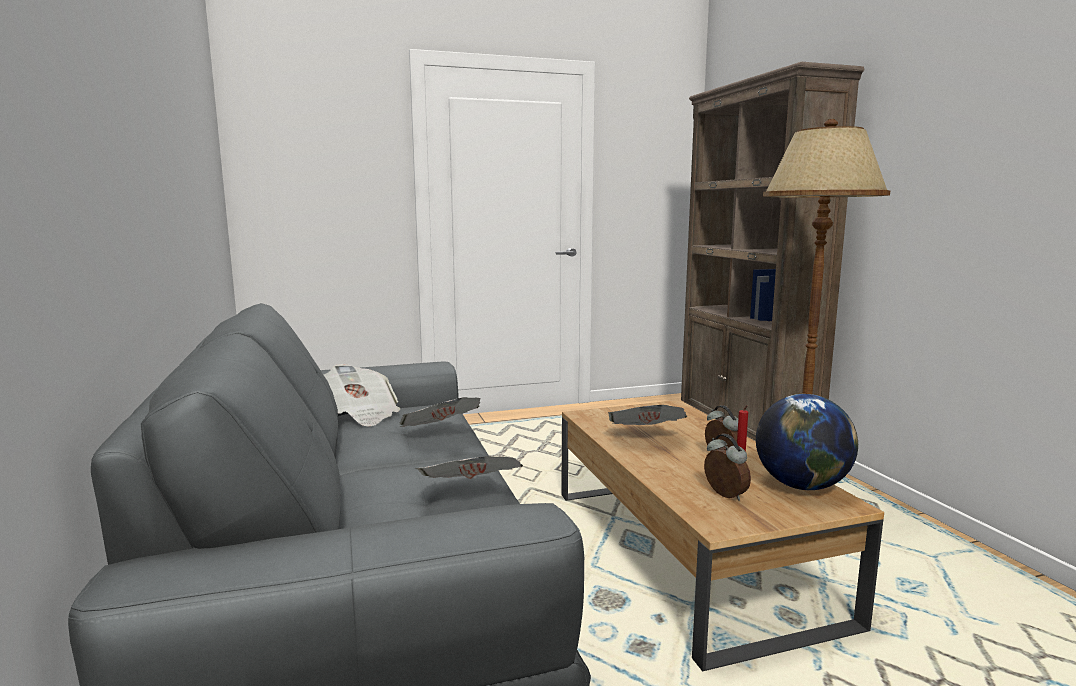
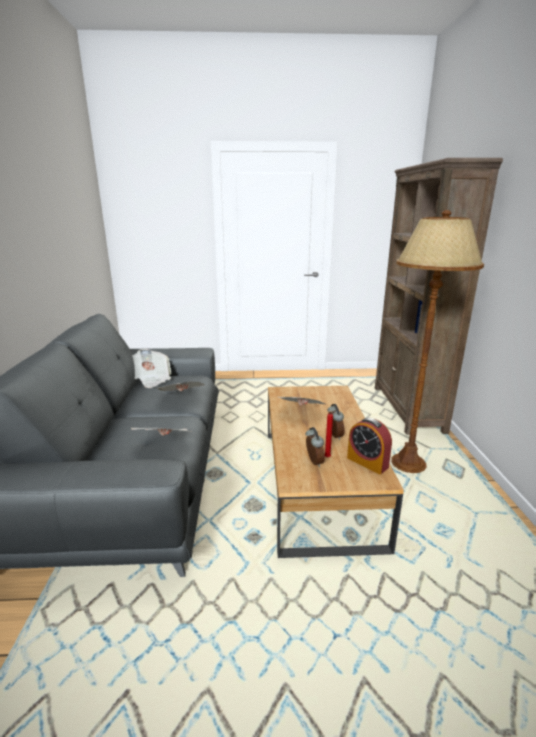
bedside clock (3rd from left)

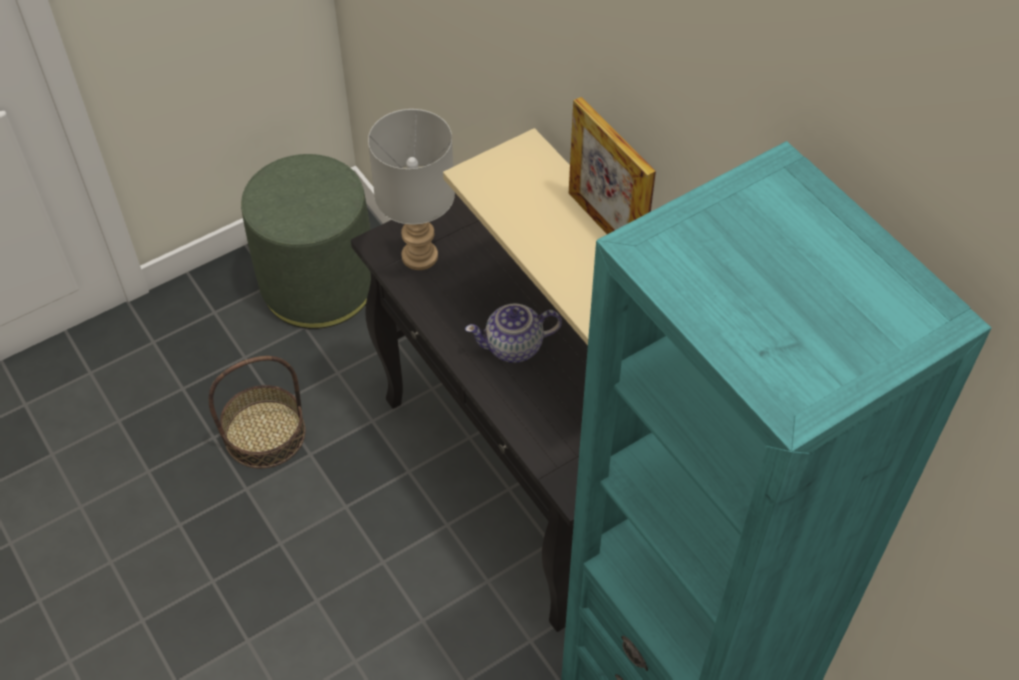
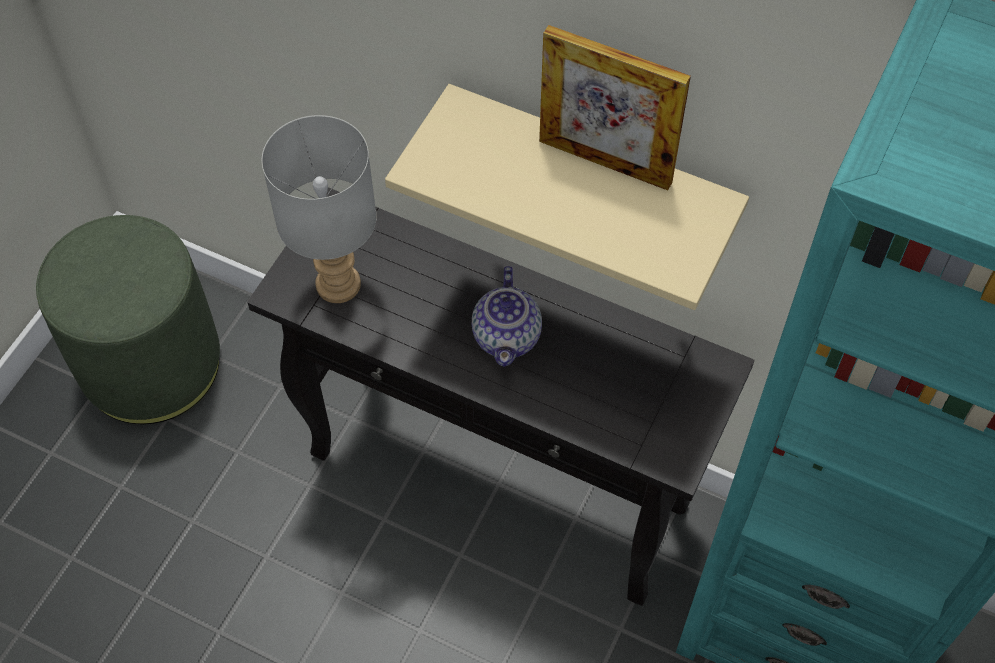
basket
pot for tea

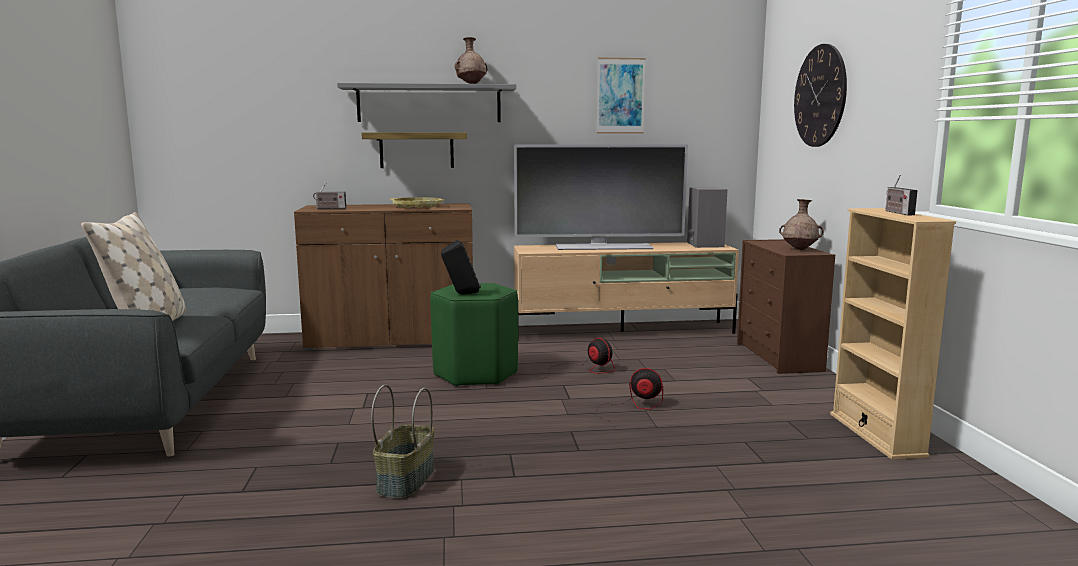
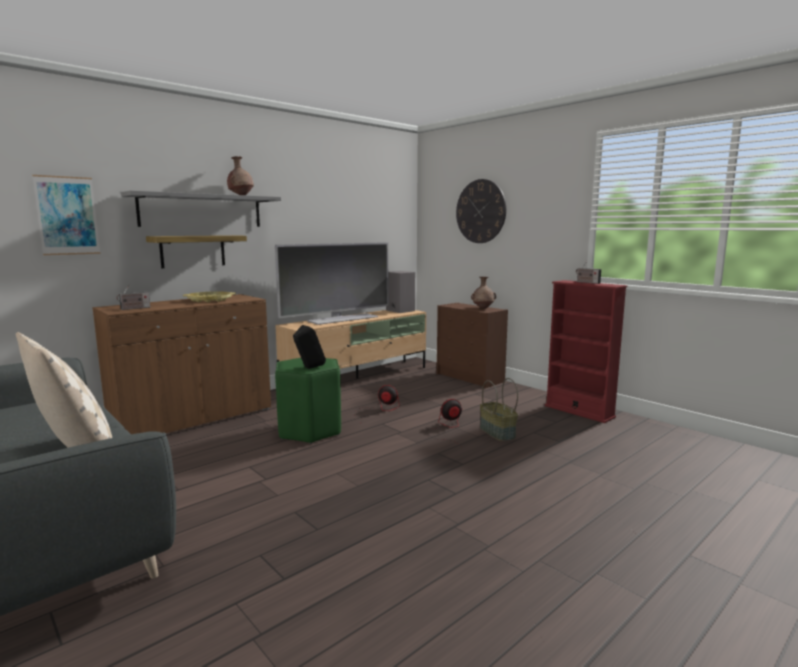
basket
picture
bookshelf (reddish)

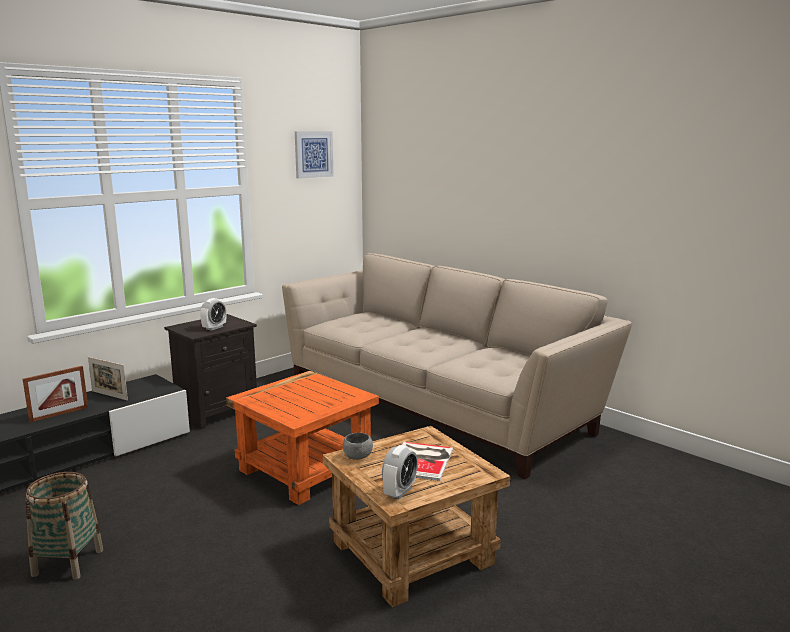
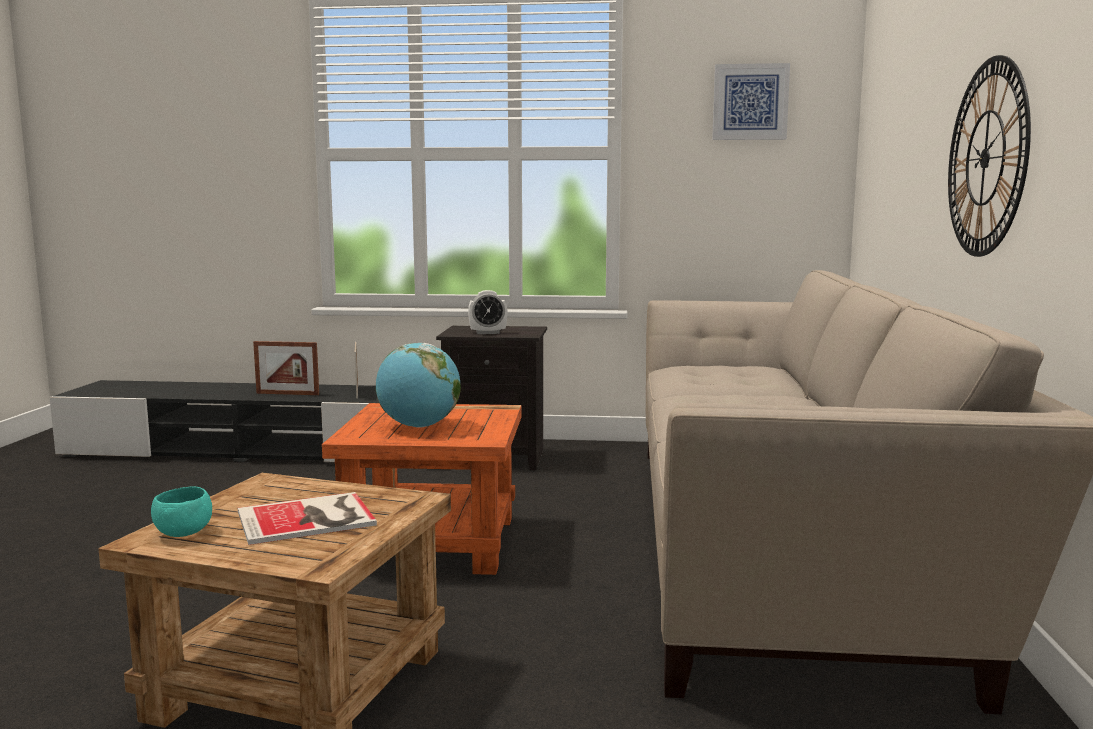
basket
bowl (greyish)
globe
clock on the wall
bowl (turquoise-coloured)

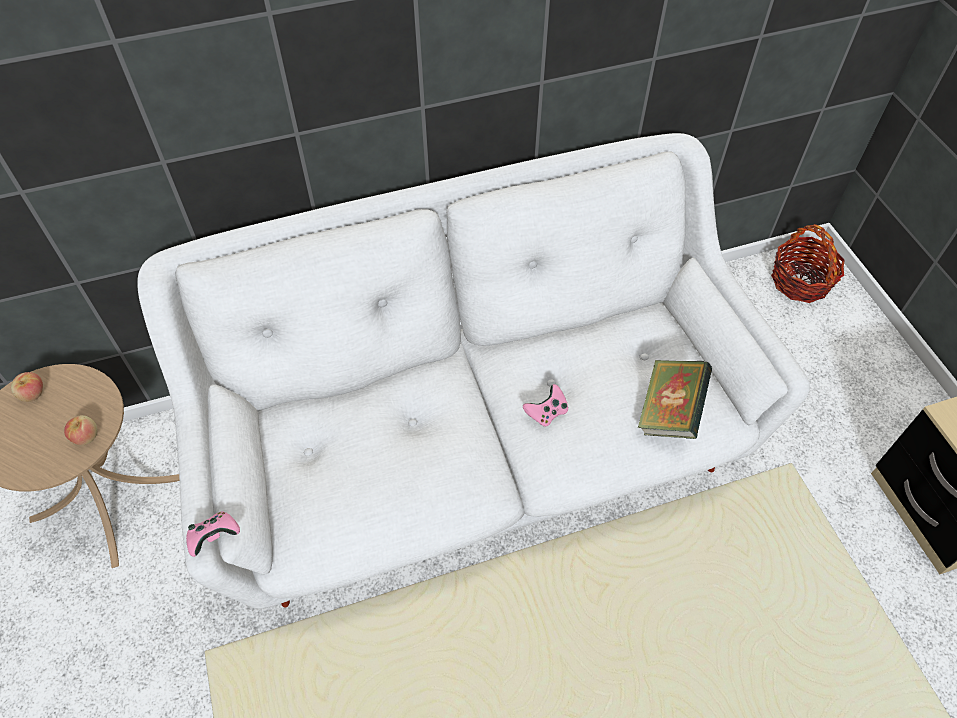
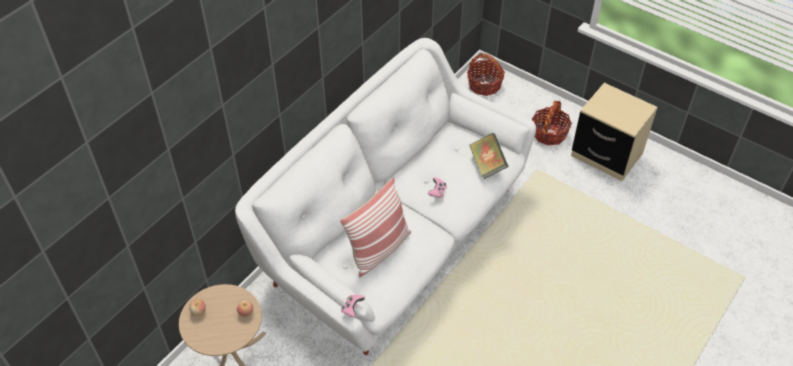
pillow
basket (2nd from left)

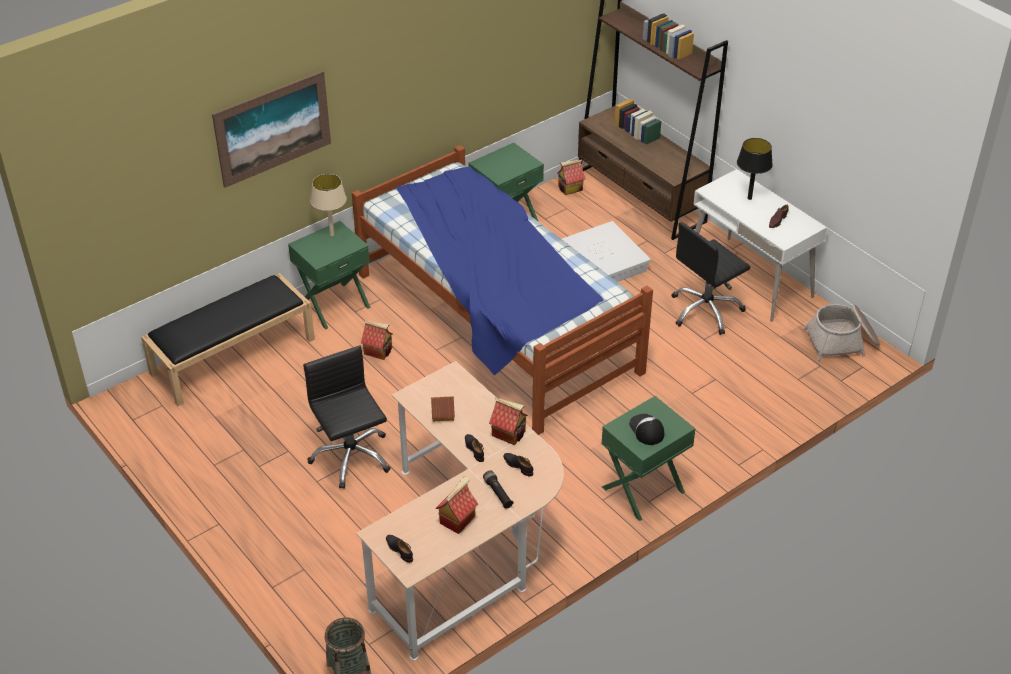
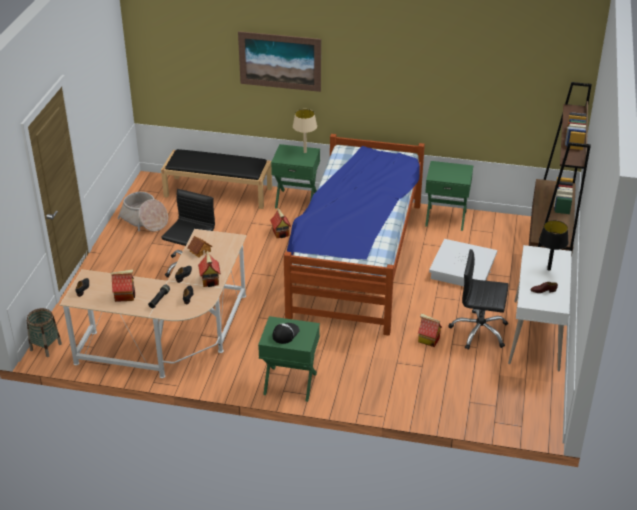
miniature house (5th from left)
basket (2nd from left)

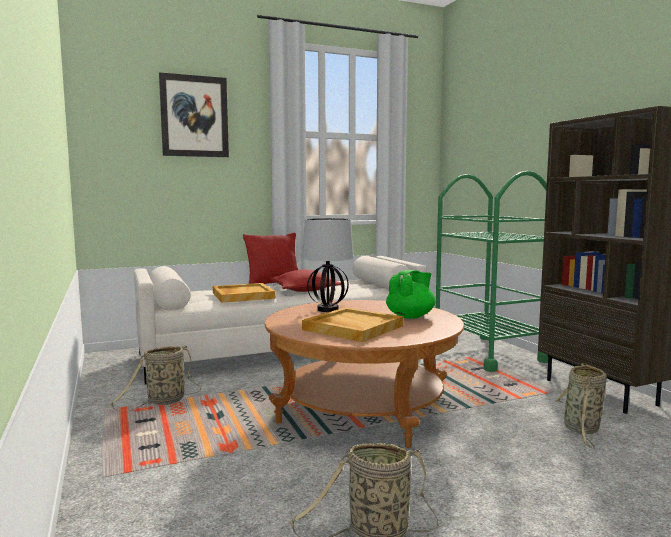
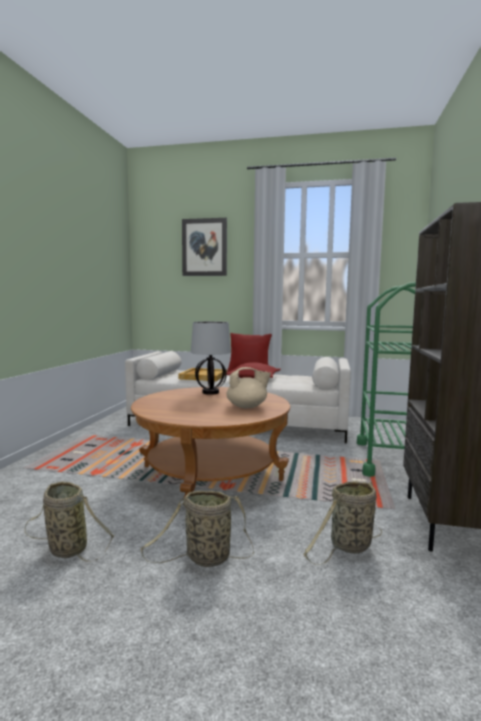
serving tray (beige) (2nd from left in the first image)
basket (2nd from left)
pot for tea (beige)

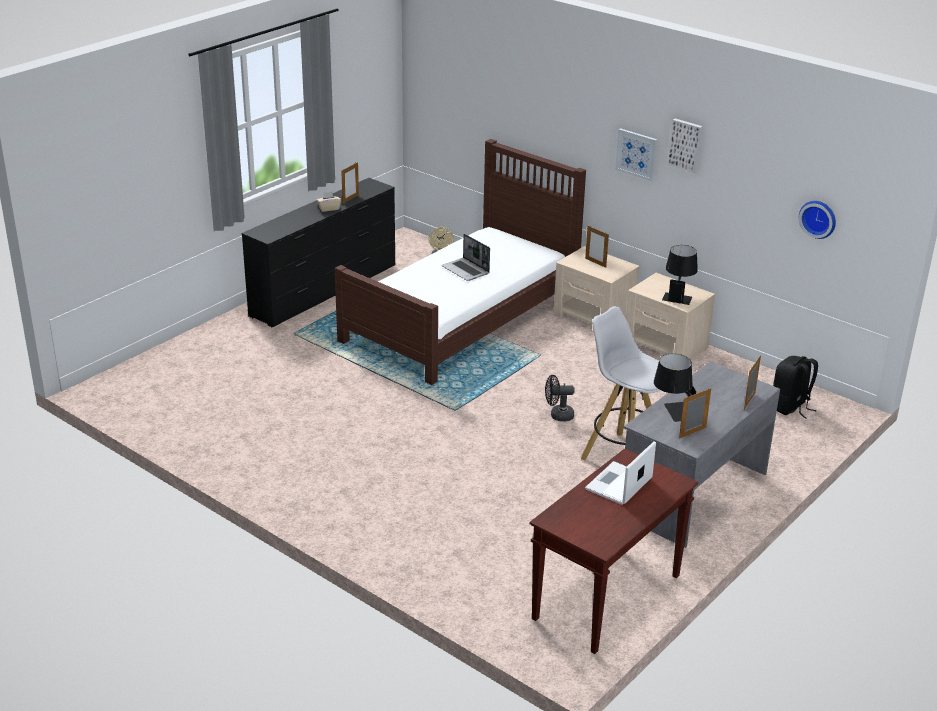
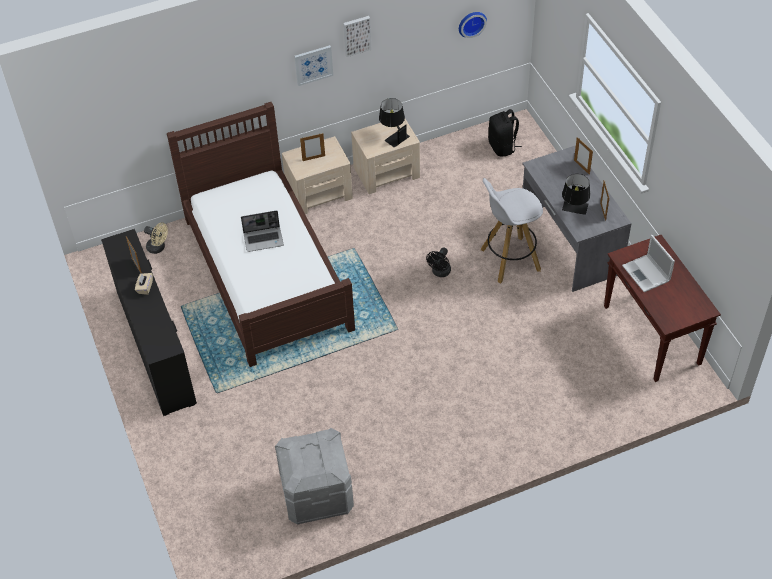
storage container (greyish)

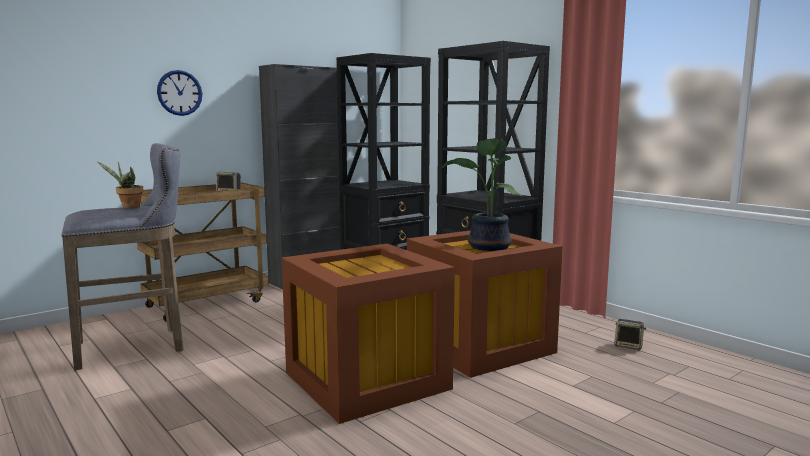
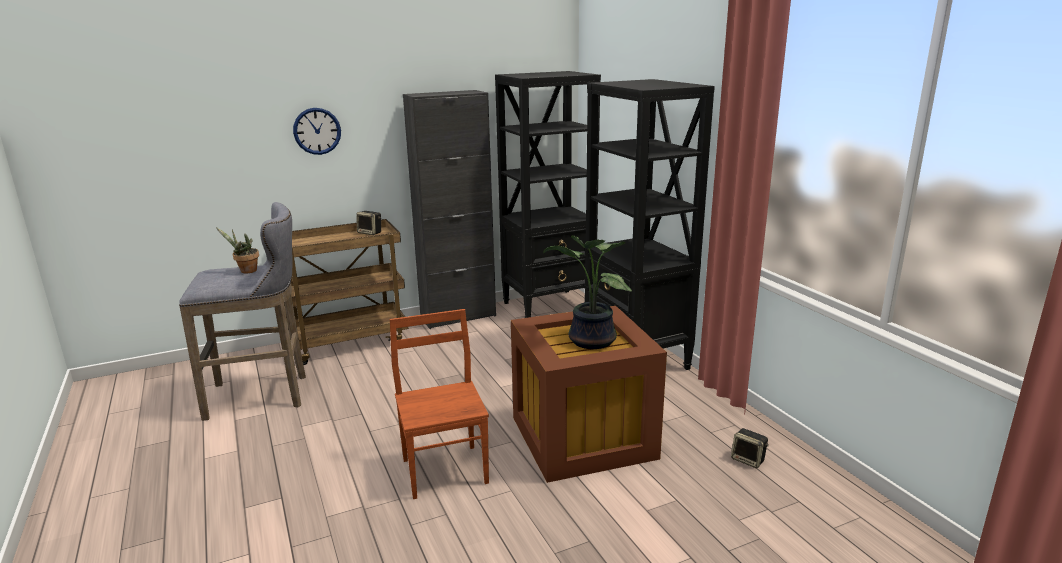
upright chair (brown)

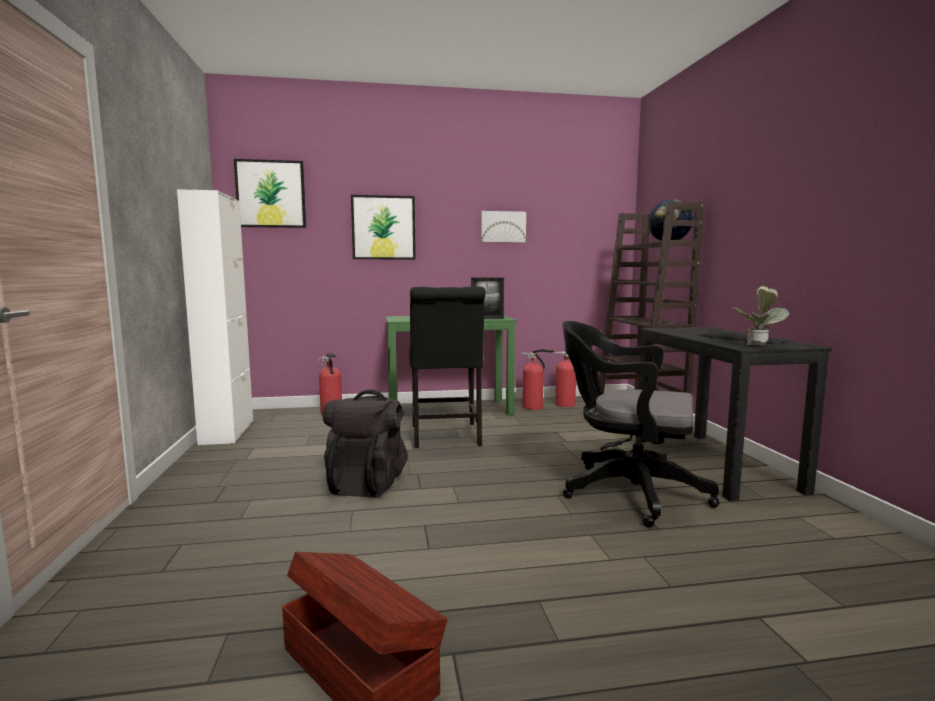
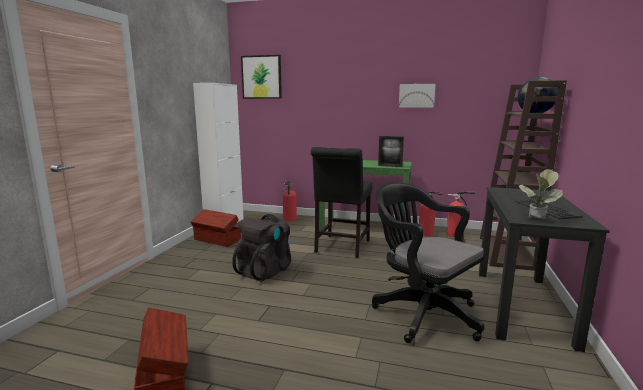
picture (2nd from left in the first image)
storage container (brown) (2nd from left)

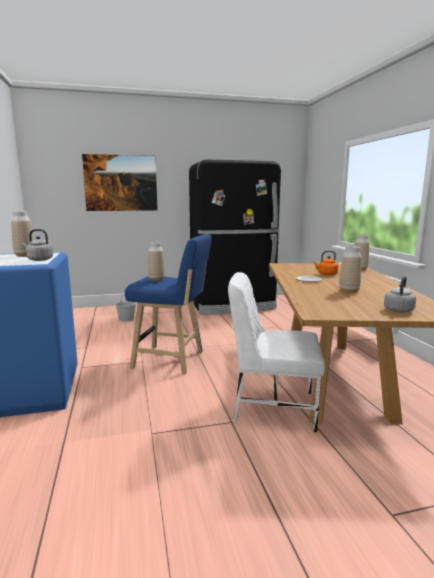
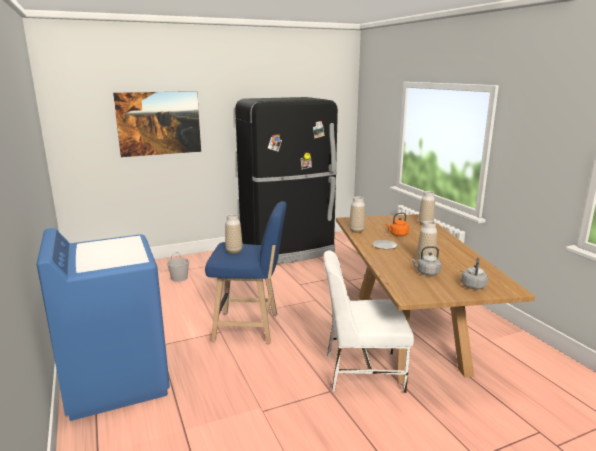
flower vase (2nd from left)
tea kettle (greyish) (1st from left)

